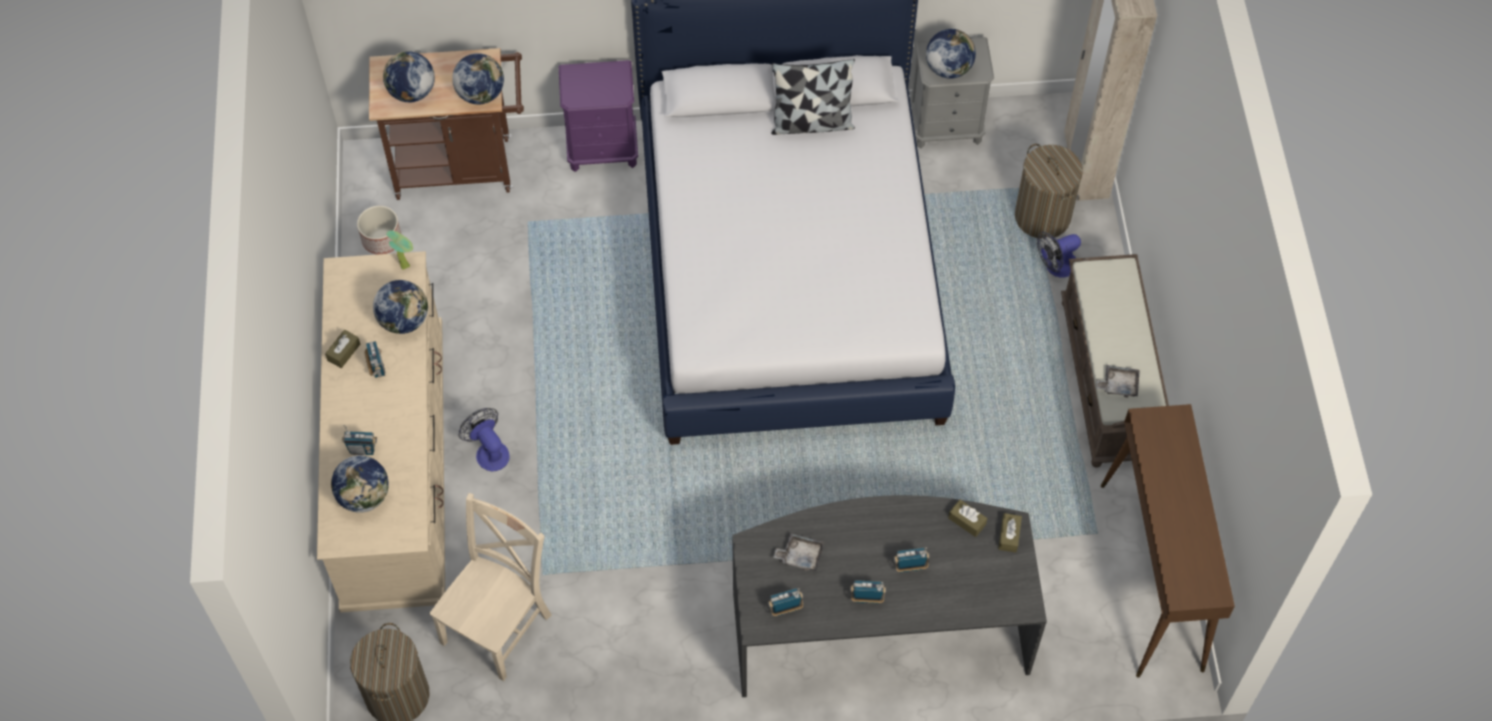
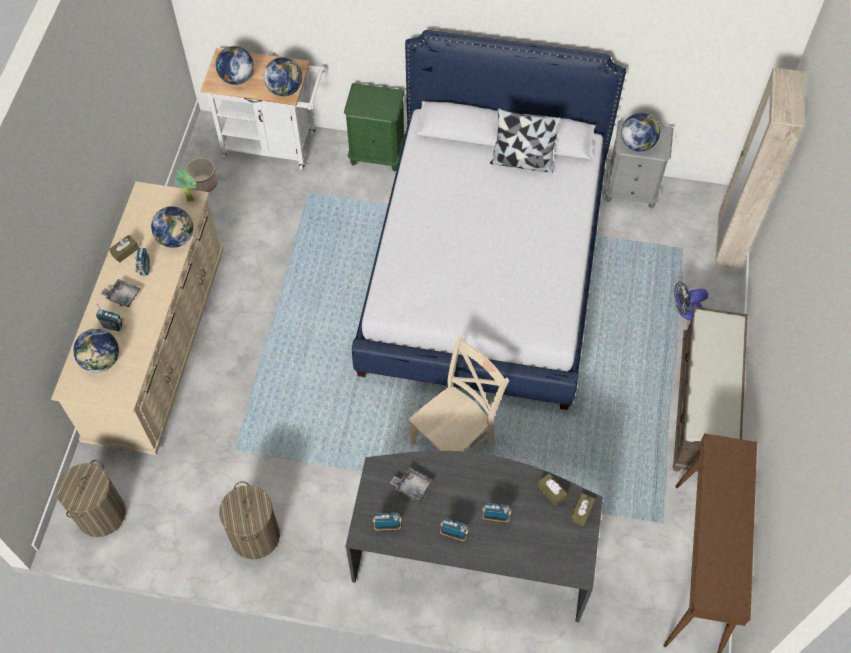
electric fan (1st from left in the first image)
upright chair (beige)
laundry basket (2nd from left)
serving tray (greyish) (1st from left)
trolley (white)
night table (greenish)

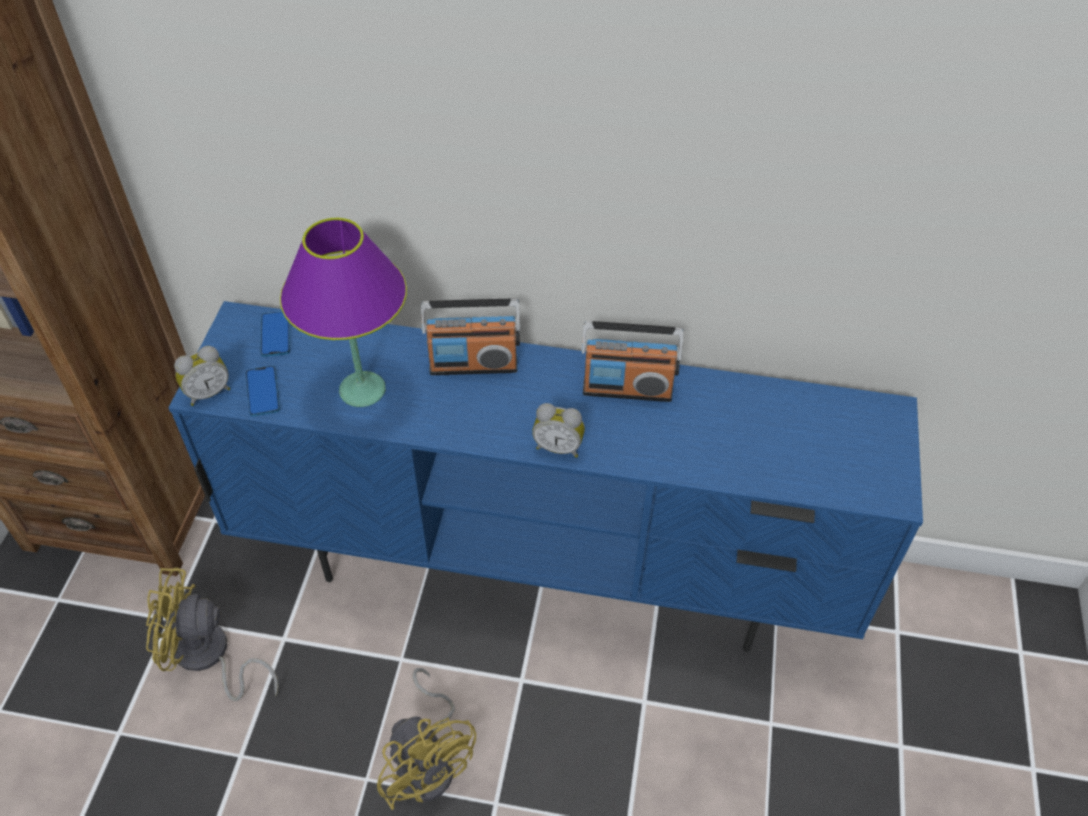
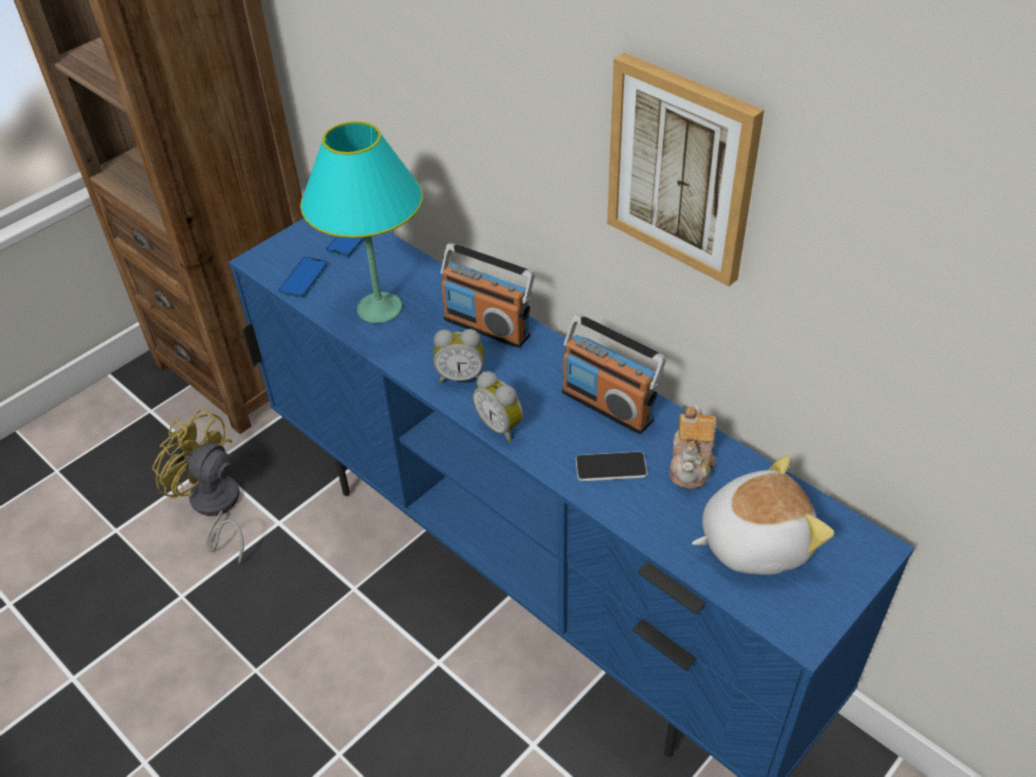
electric fan (yellow-coloured) (2nd from left in the first image)
phone (3rd from left)
picture
pot for tea
plush toy
bedside clock (1st from left)
lamp for a table (turquoise-coloured)

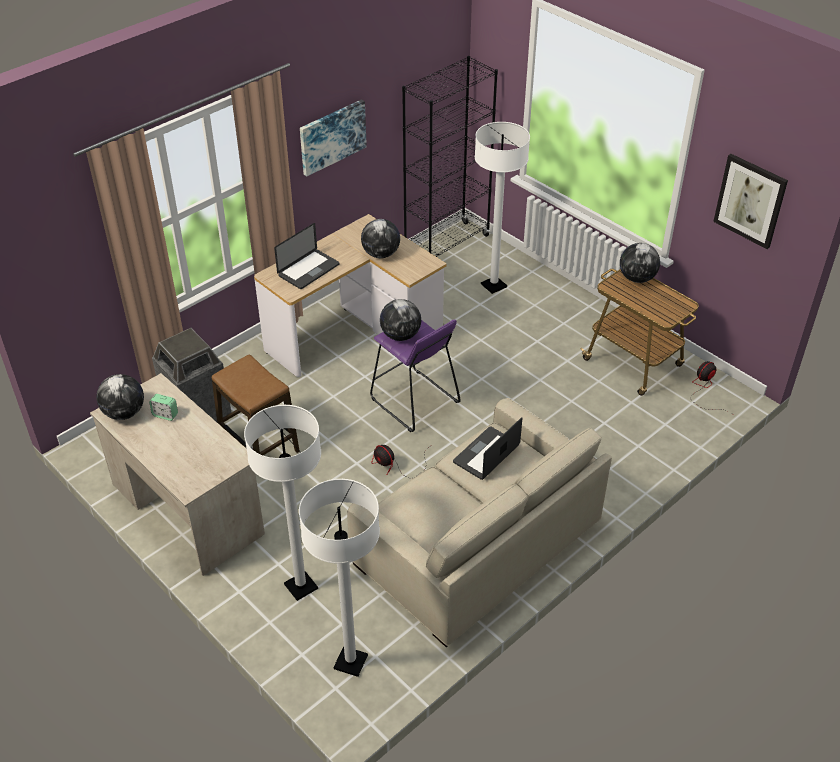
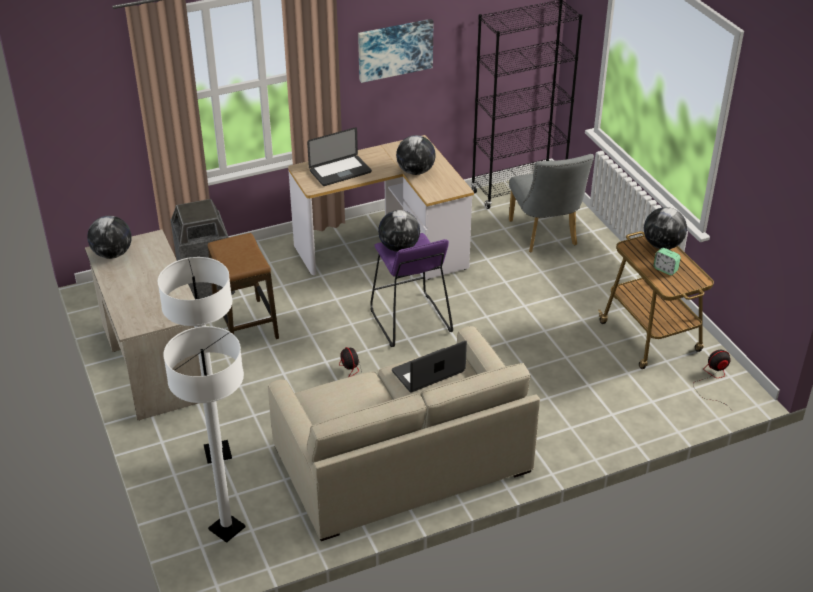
picture (2nd from left in the first image)
bedside clock
upright chair (greyish)

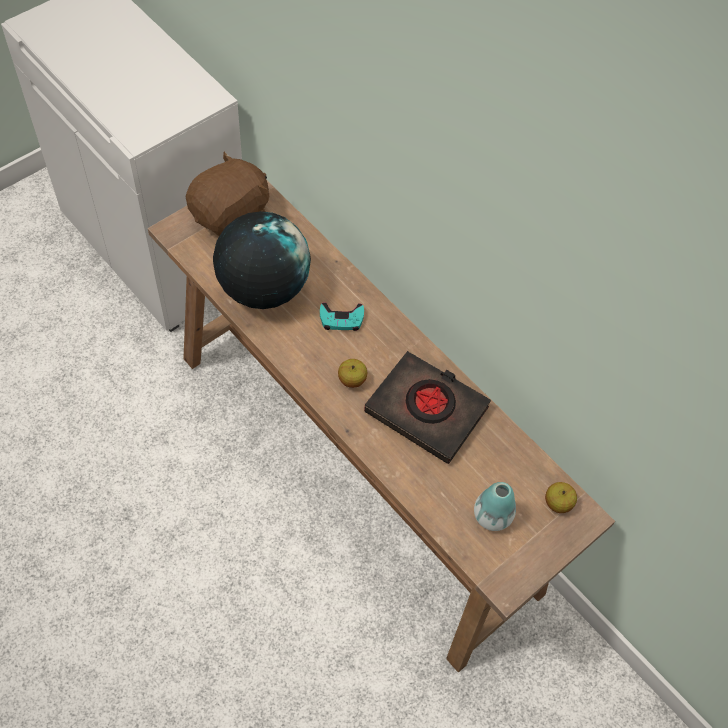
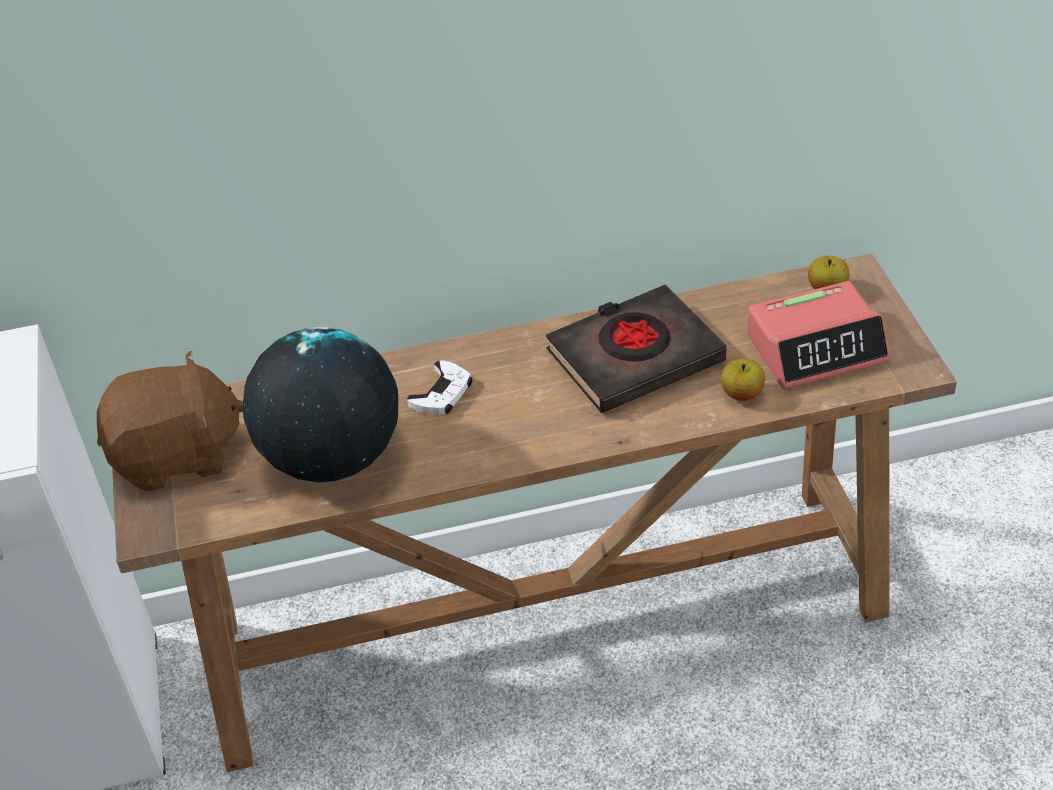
apple (1st from left)
bedside clock
gamepad (white)
plush toy (brown)

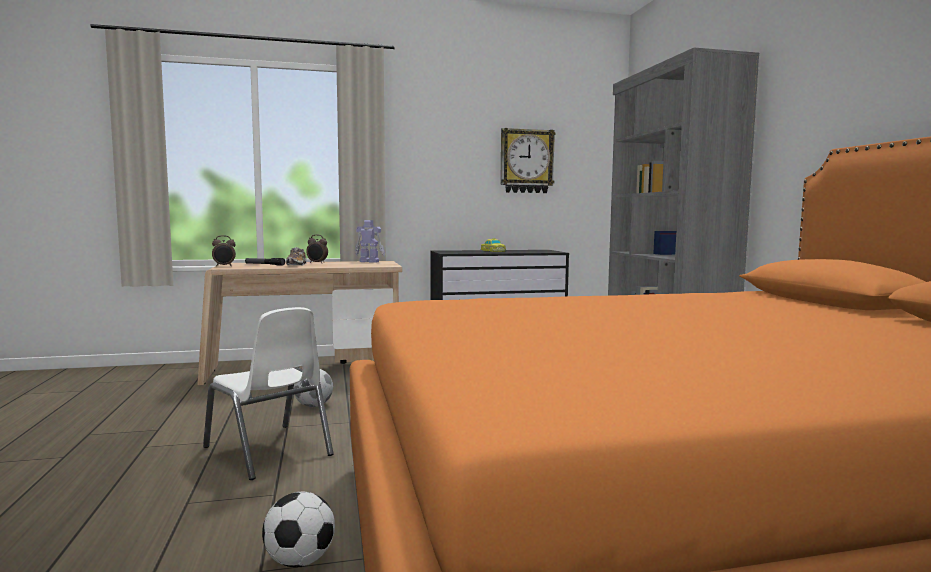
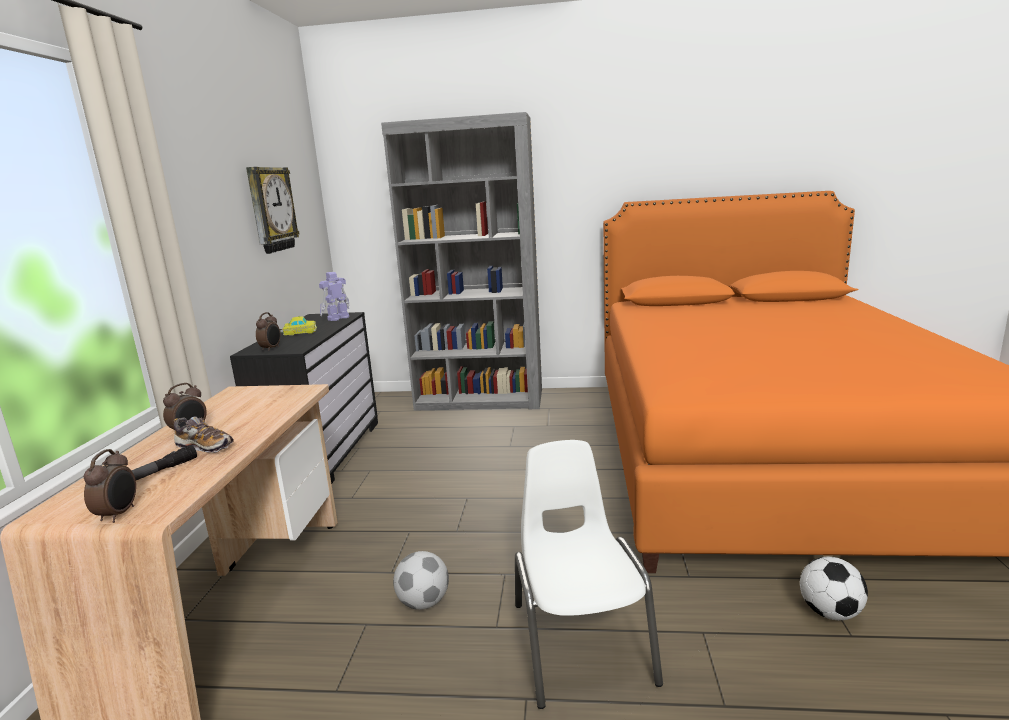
bedside clock (3rd from left)
toy robot
upright chair (white)

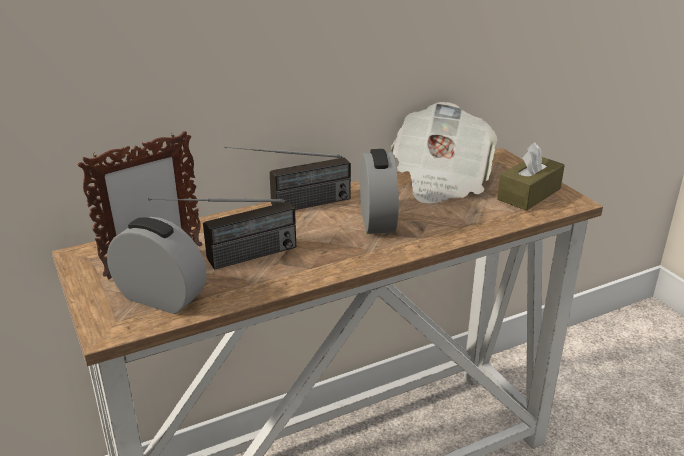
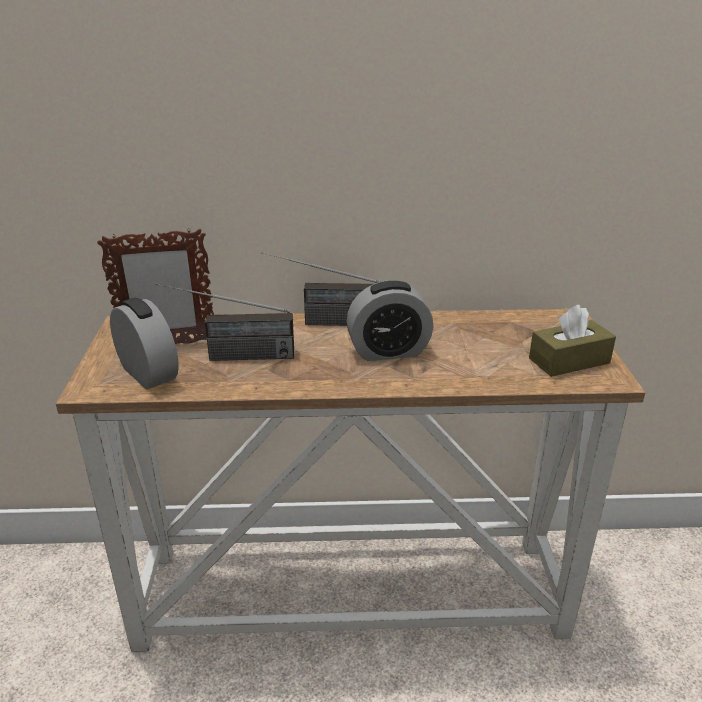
daily paper
bedside clock (2nd from left)

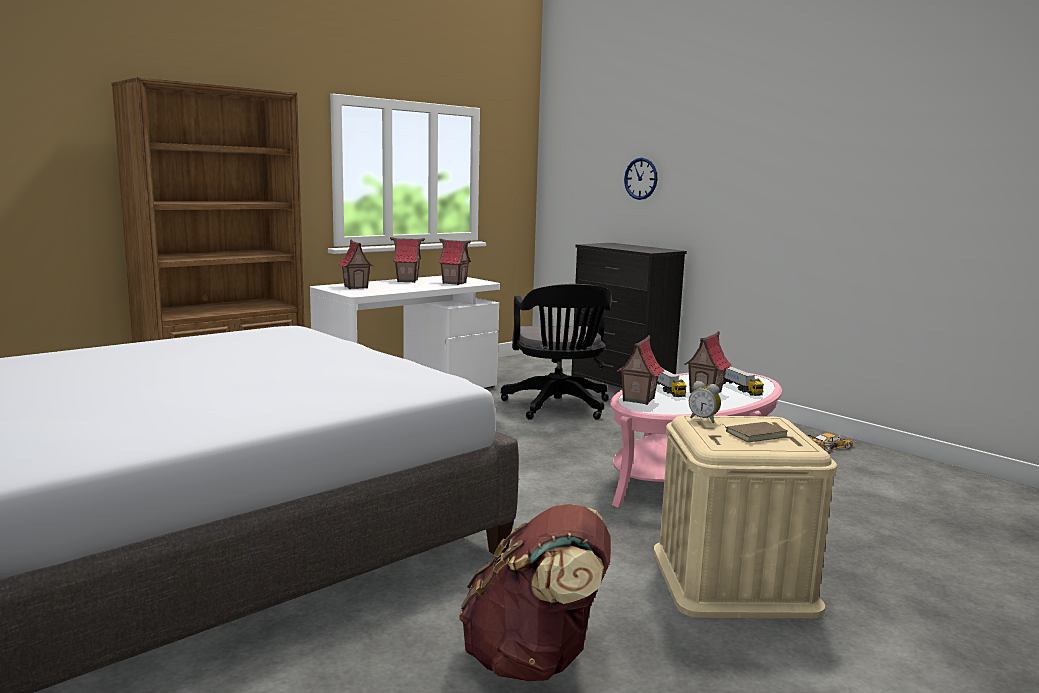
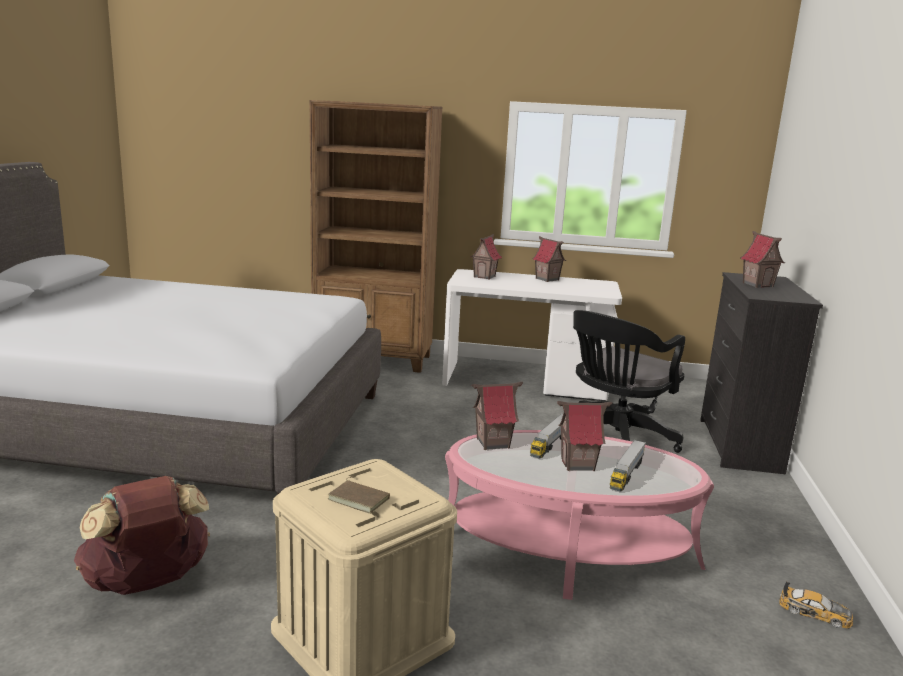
clock on the wall
bedside clock
miniature house (5th from left)

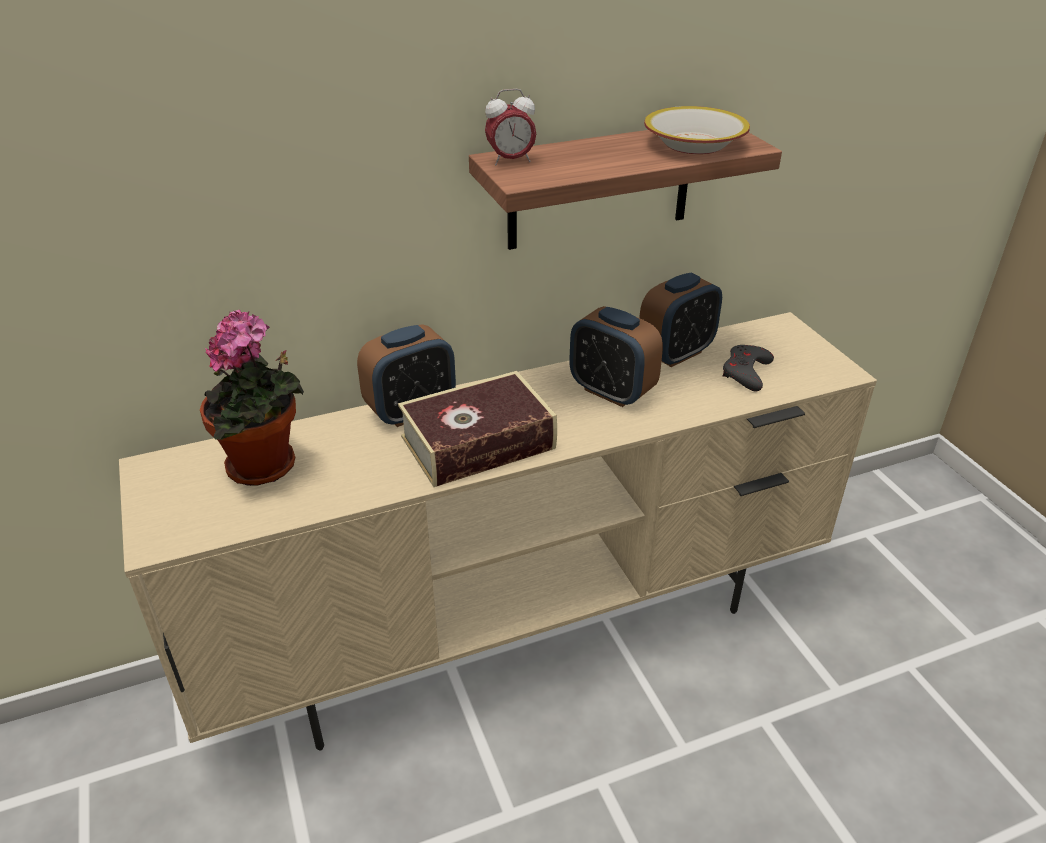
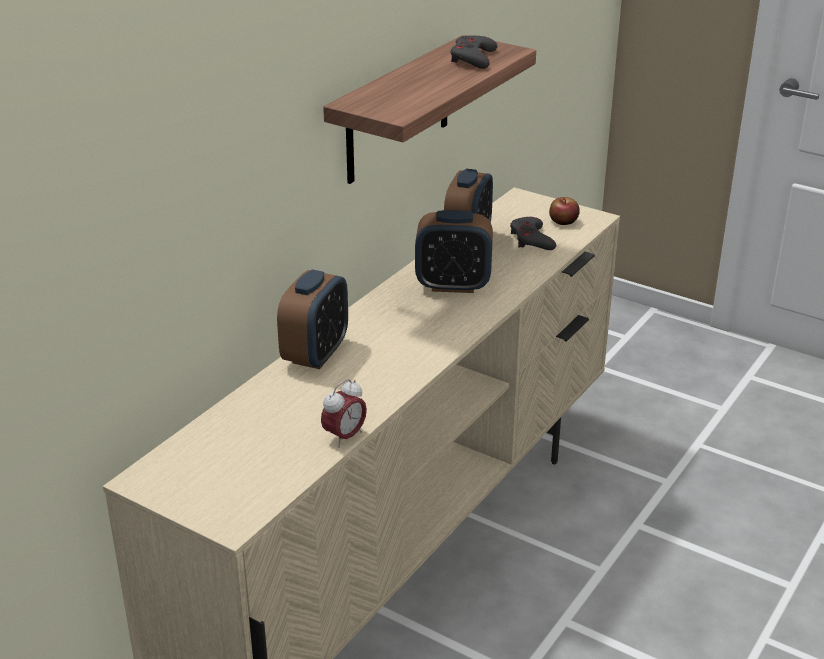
plant in a pot
book
apple
bedside clock (2nd from left)
gamepad (greyish) (1st from left)

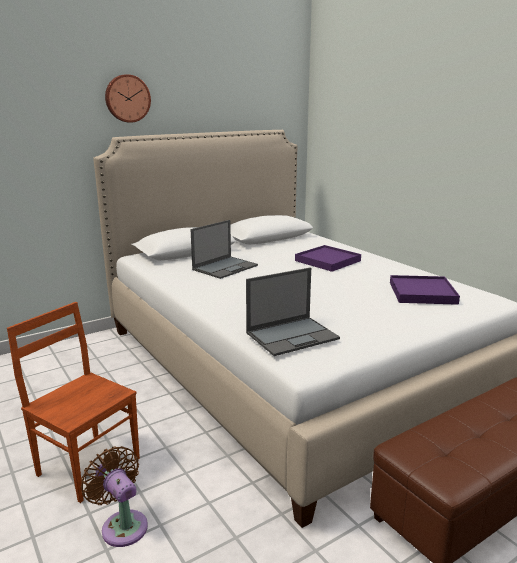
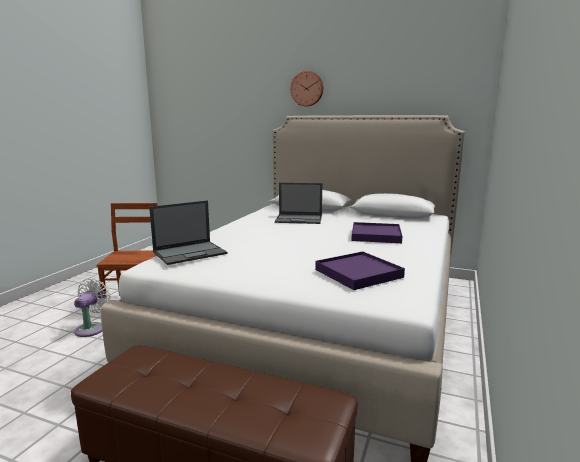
electric fan (white)
notebook computer (1st from left)

